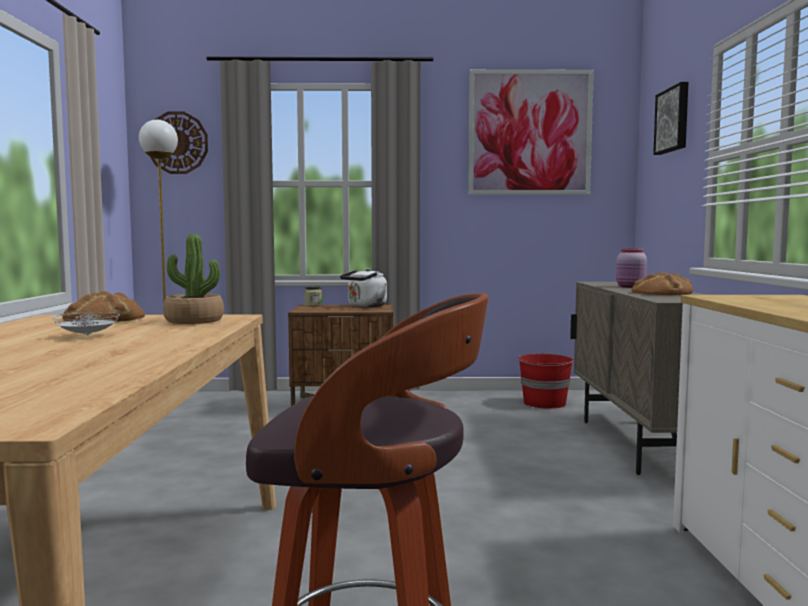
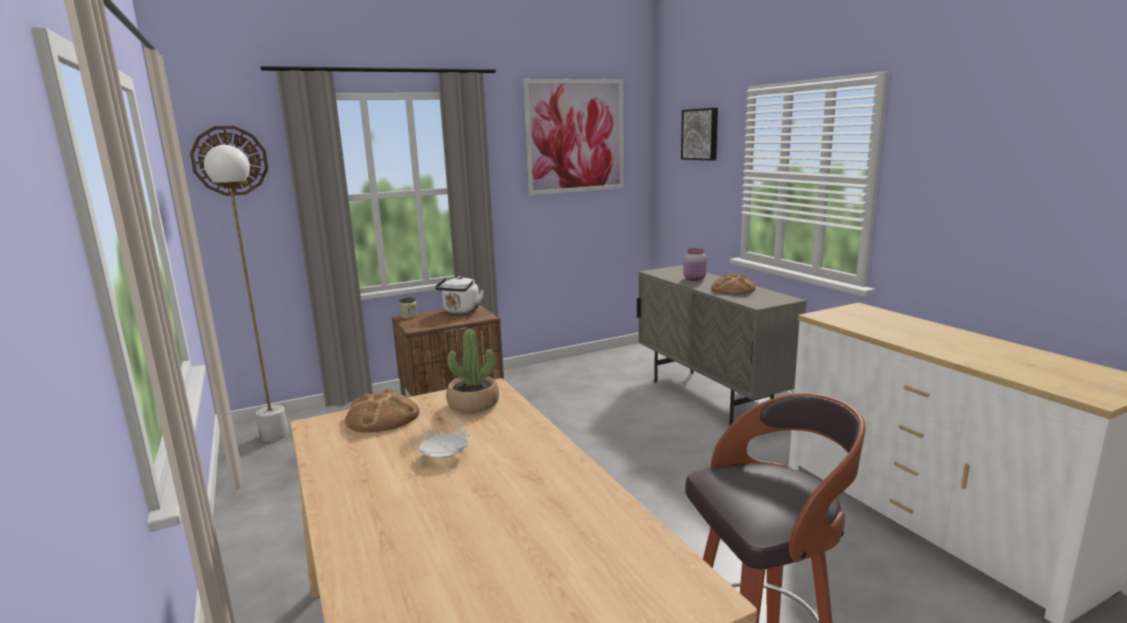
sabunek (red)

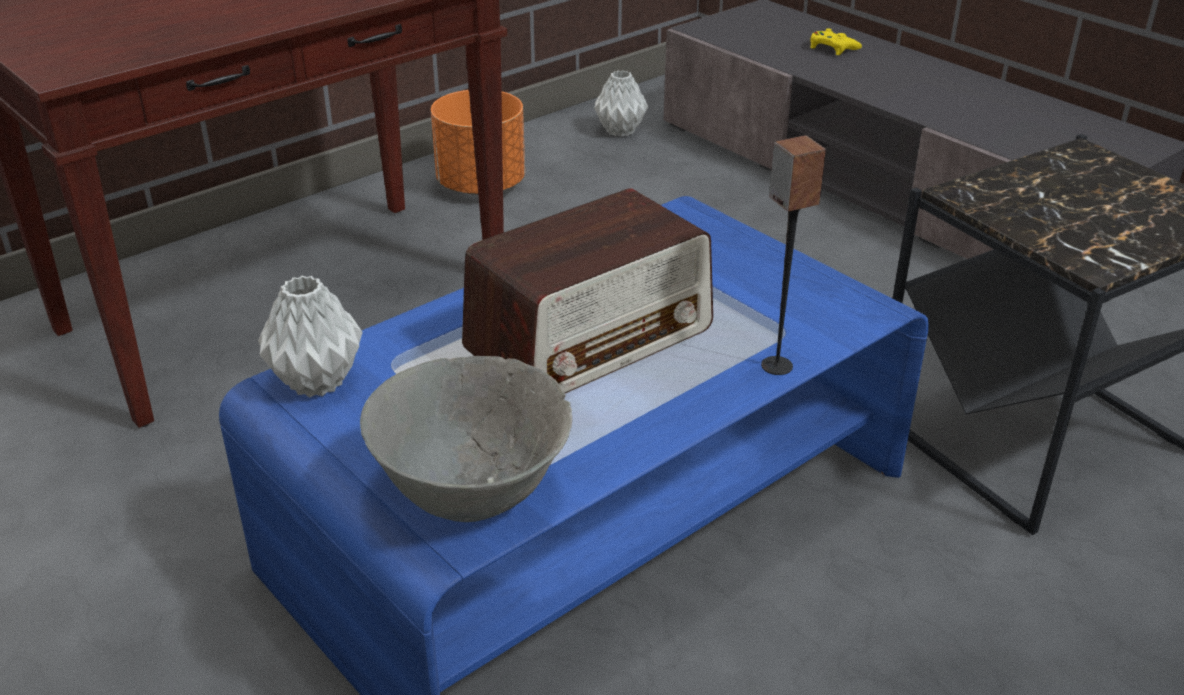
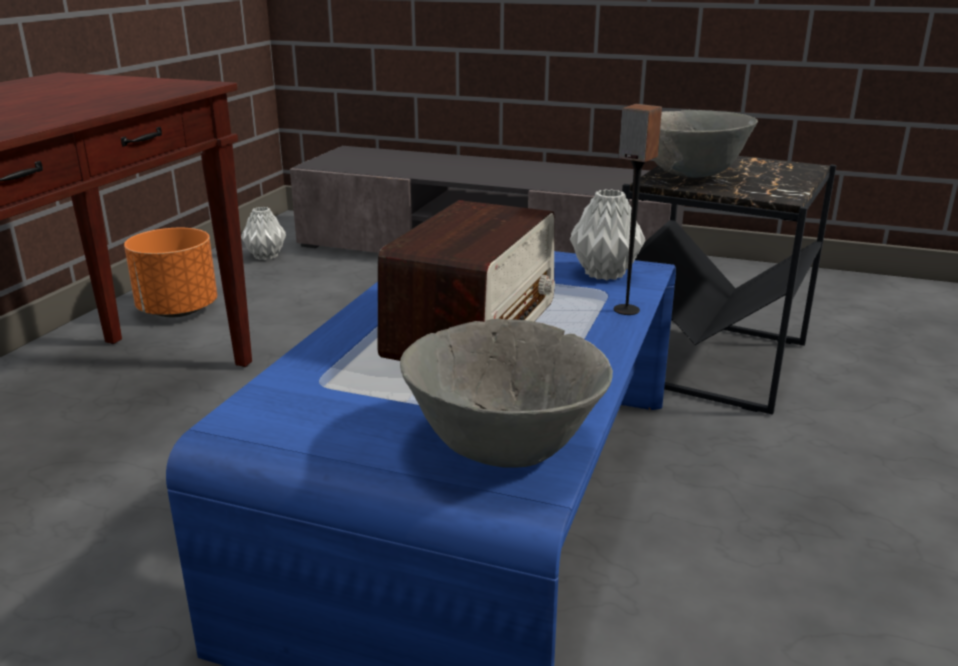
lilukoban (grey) (no. 2 from left)
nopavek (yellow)
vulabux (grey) (no. 2 from left)

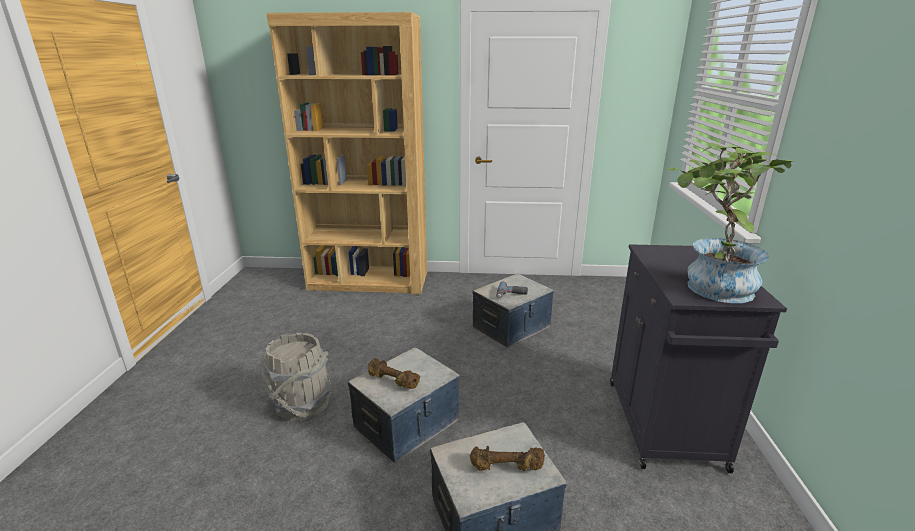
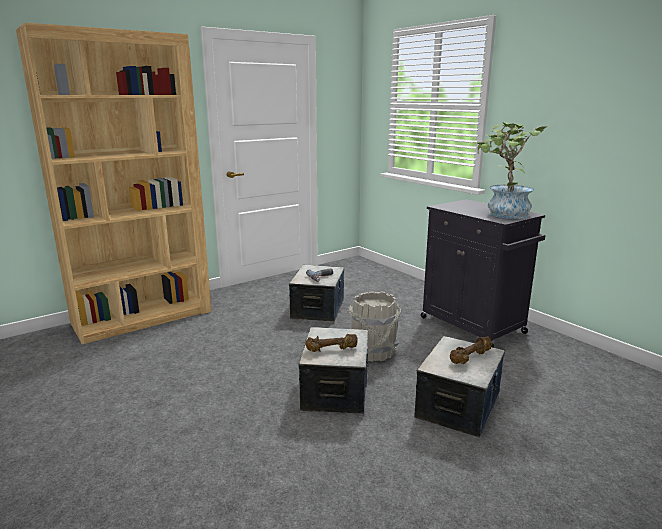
sabunek (grey)

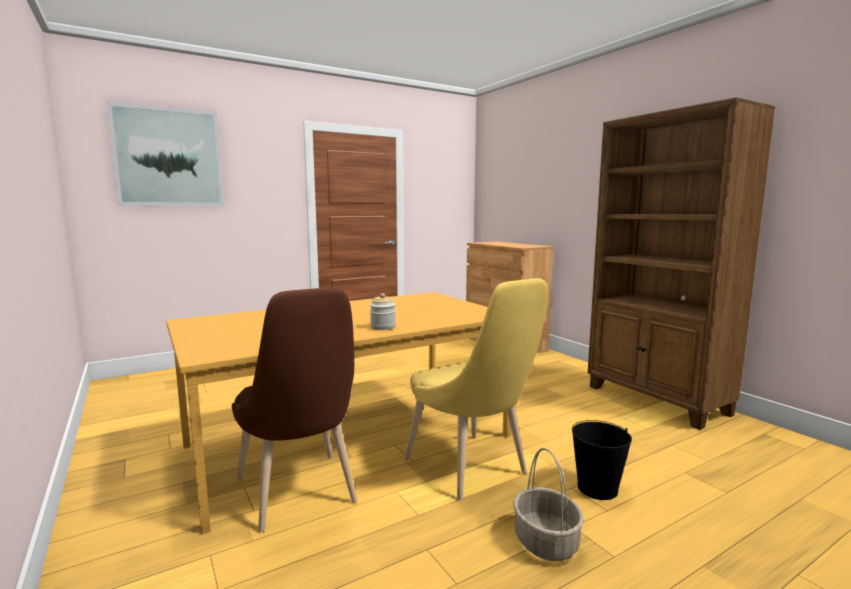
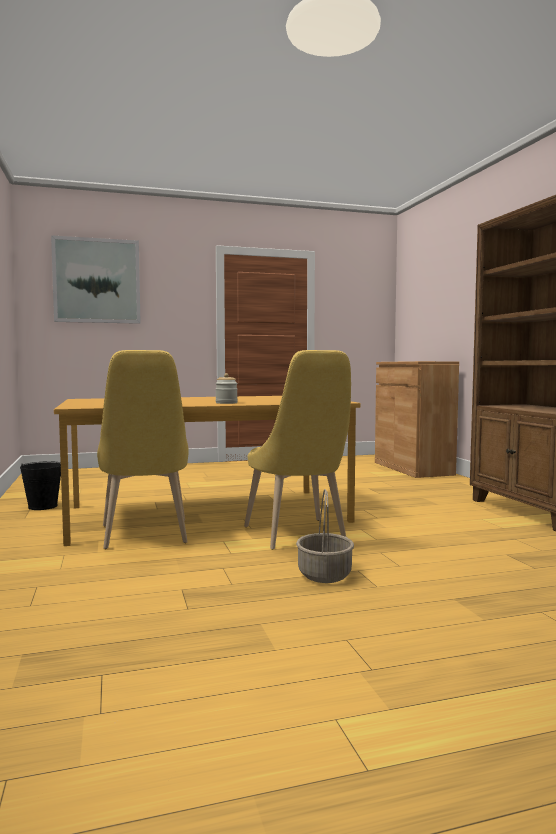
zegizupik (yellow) (no. 1 from left)
sabunek (black)

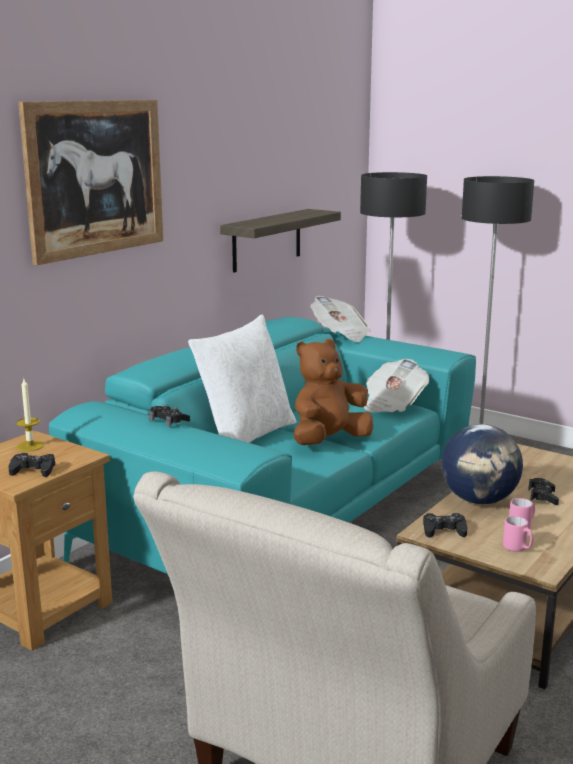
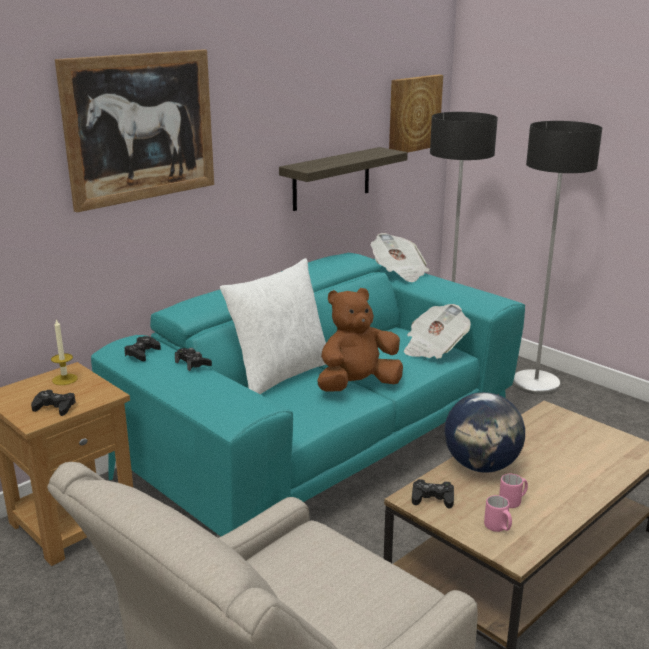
nopavek (black) (no. 2 from left)
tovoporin (no. 2 from left)

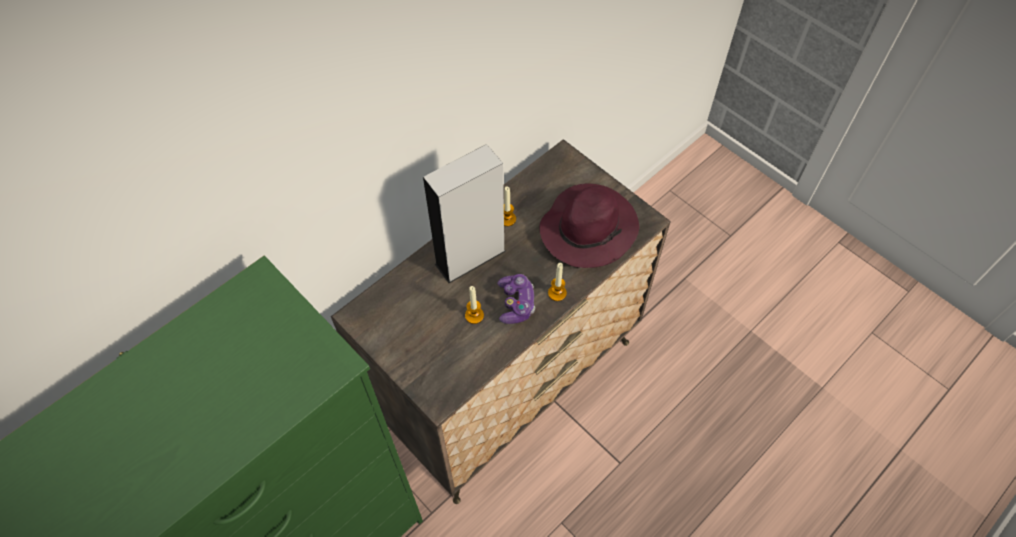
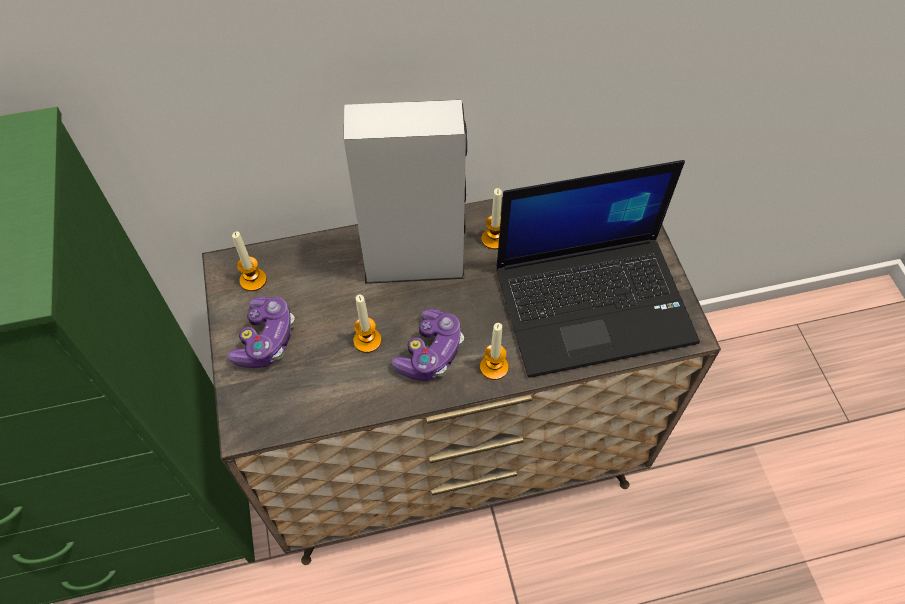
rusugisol
nopavek (no. 1 from left)
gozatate (no. 1 from left)

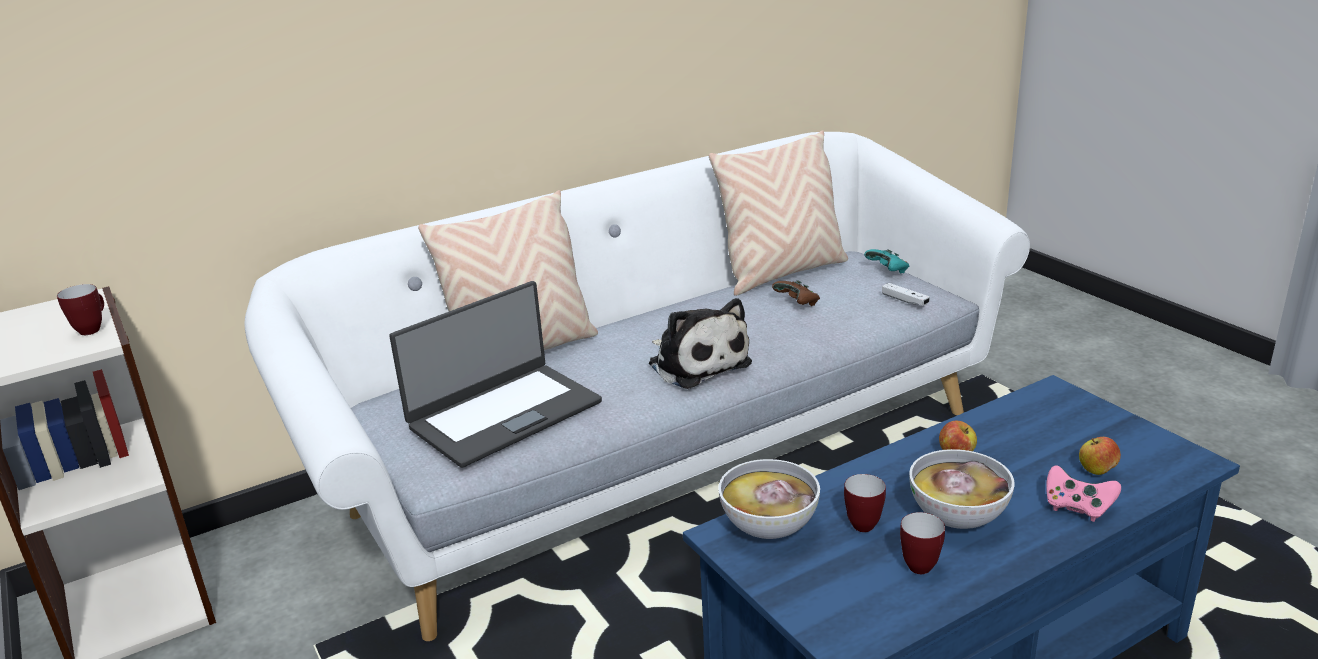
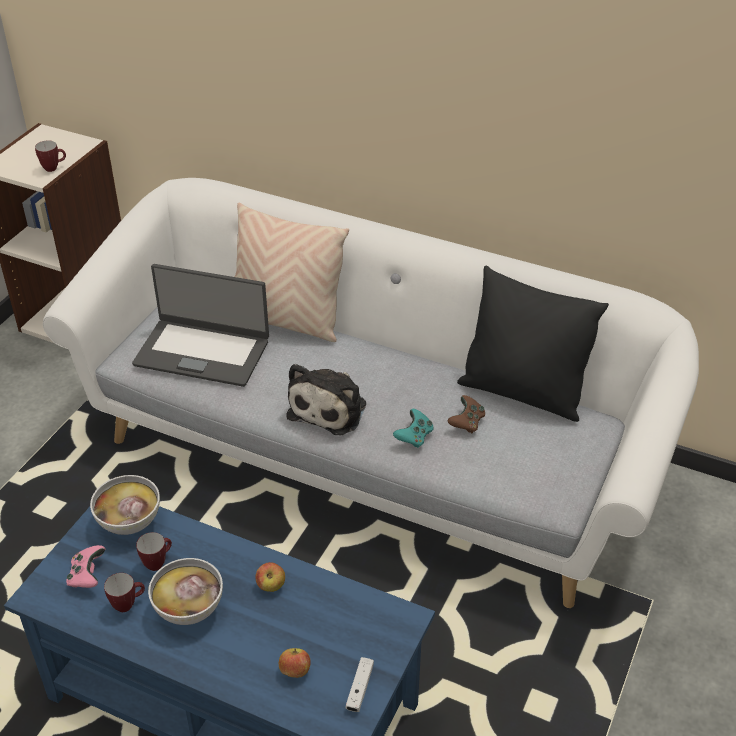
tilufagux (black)
nopavek (turquoise)
nopavek (white)
nopavek (pink)

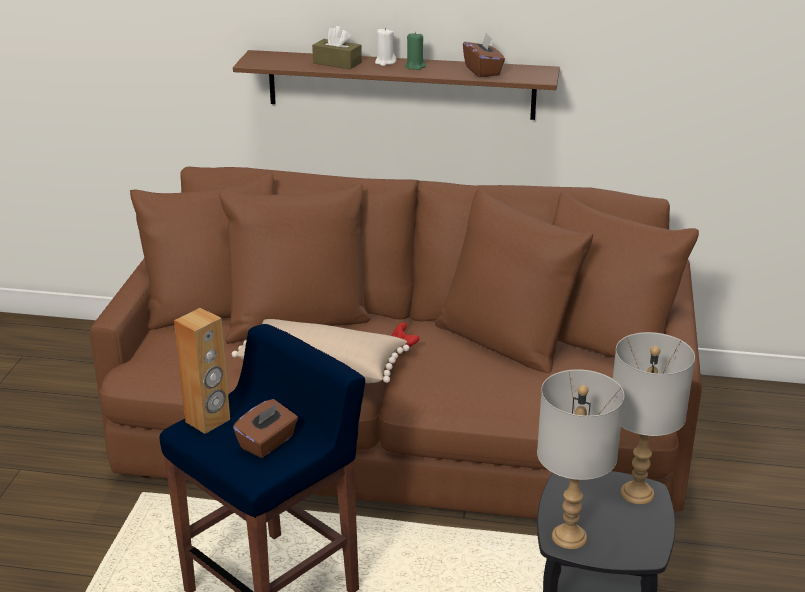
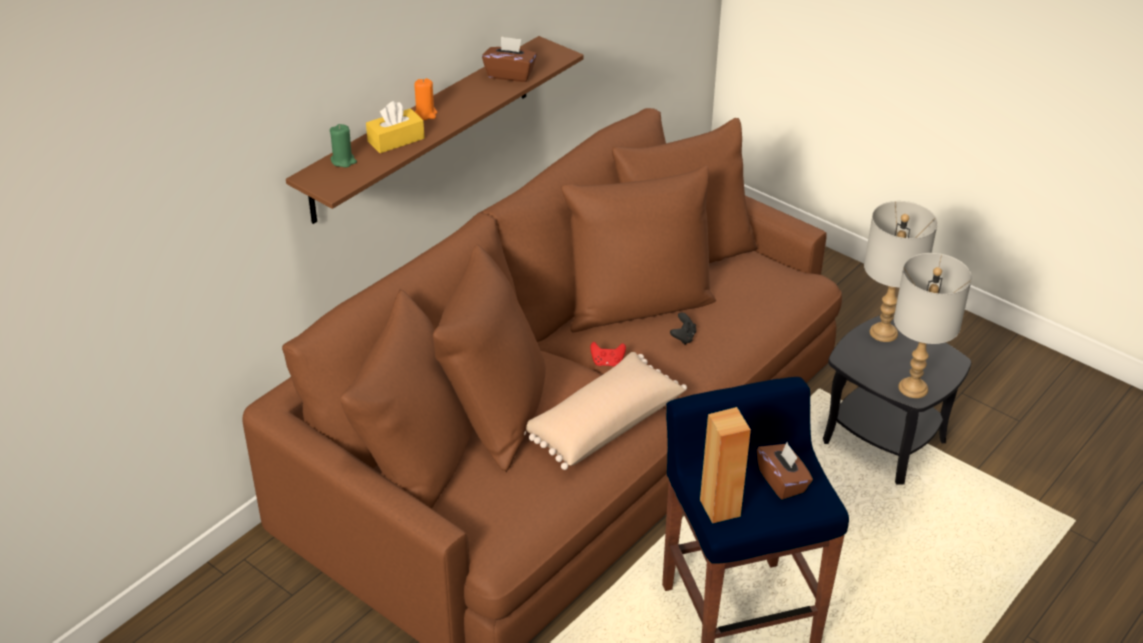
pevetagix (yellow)
gozatate (orange)
gozatate (green)
nopavek (black)

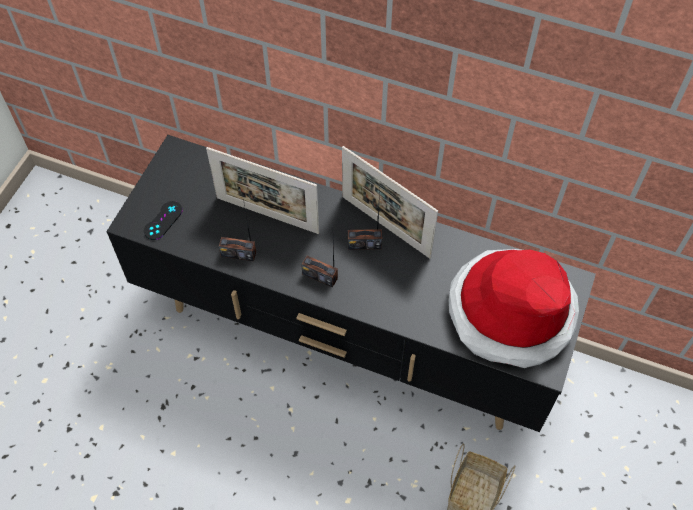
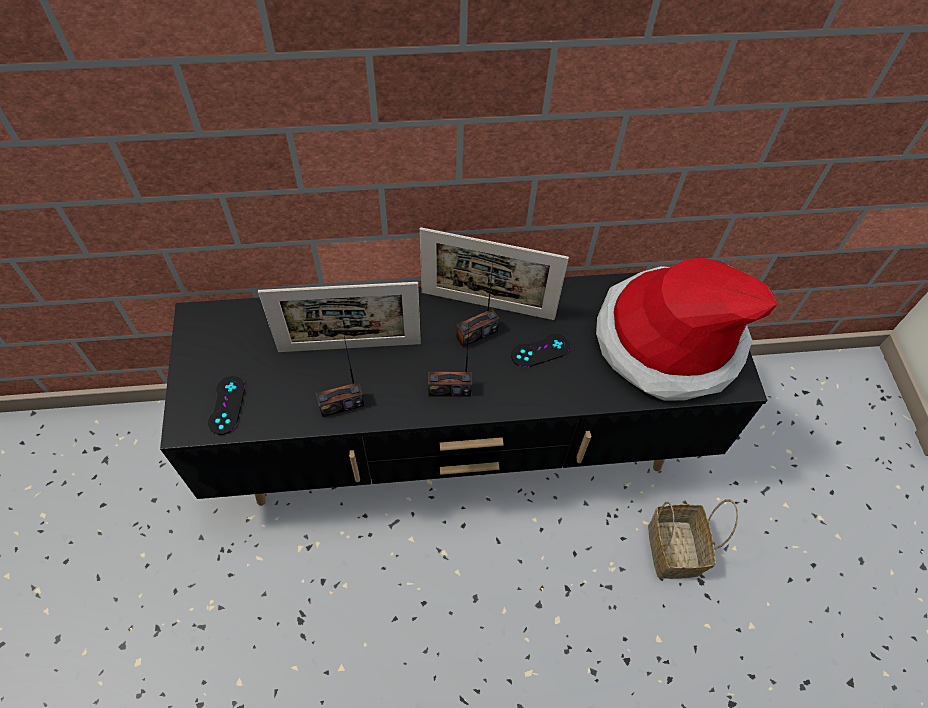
nopavek (black) (no. 2 from left)

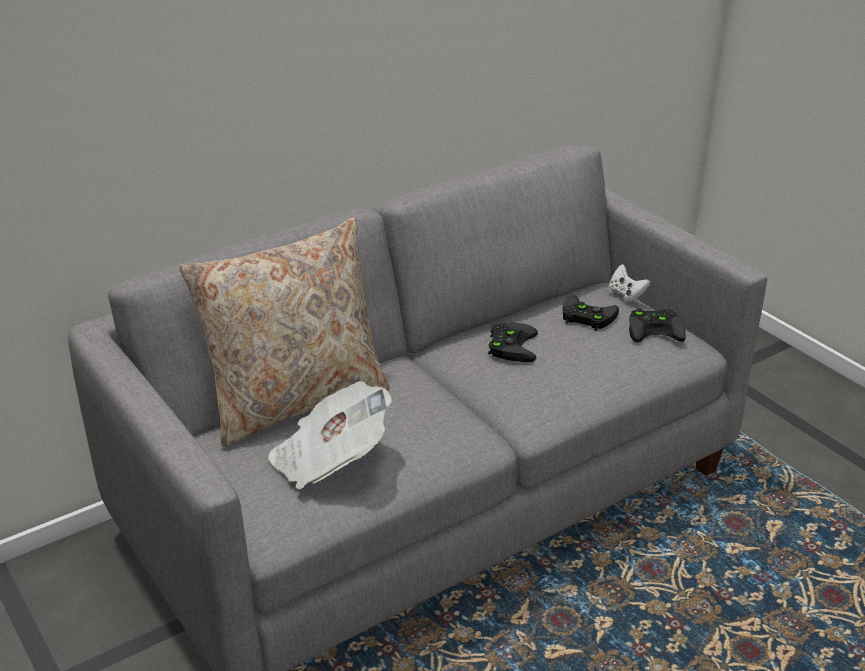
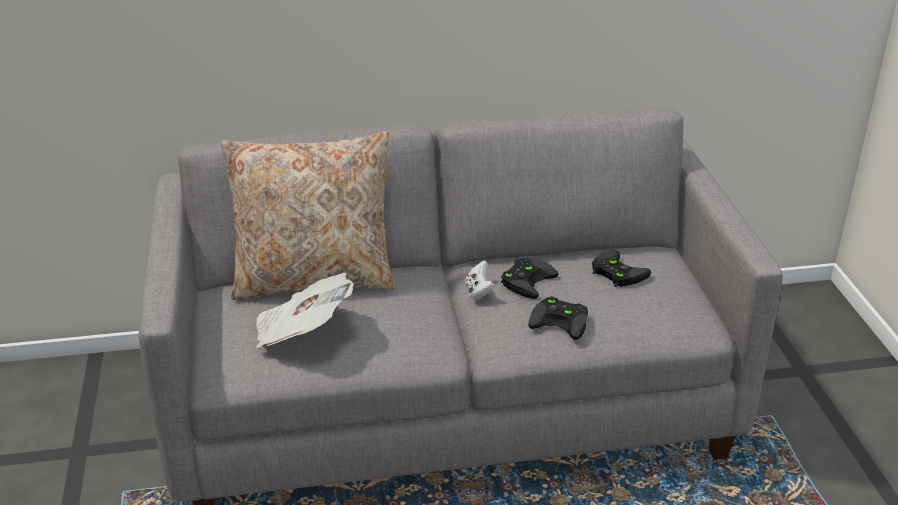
nopavek (white)
nopavek (black) (no. 2 from left)

